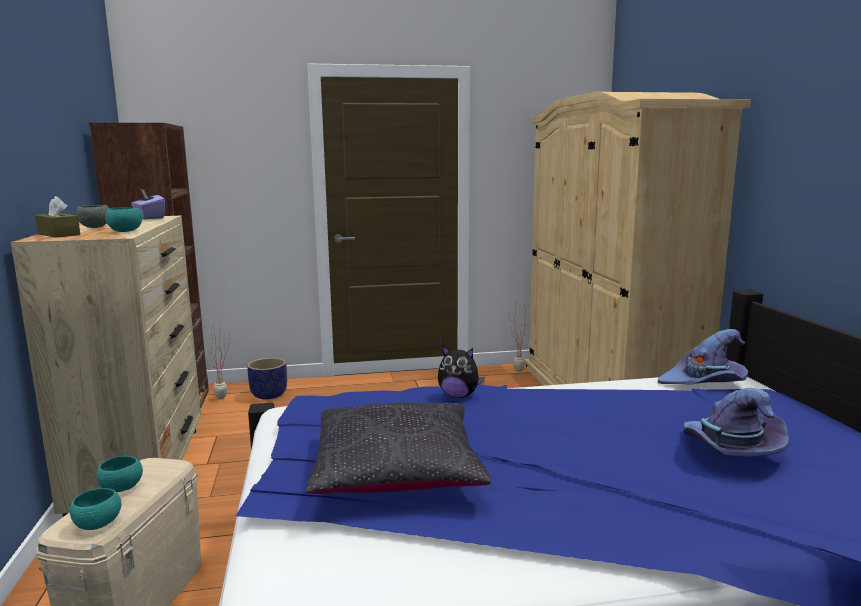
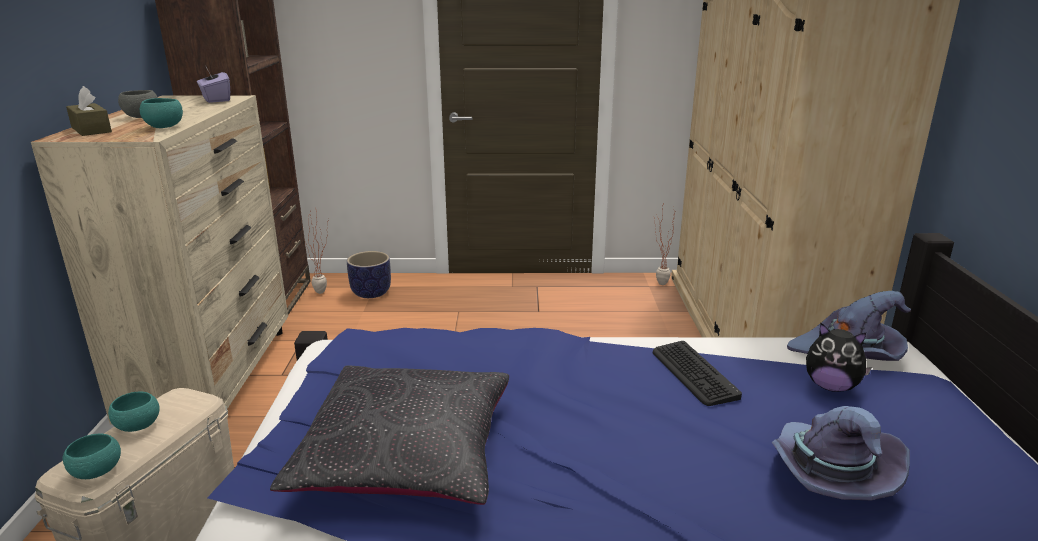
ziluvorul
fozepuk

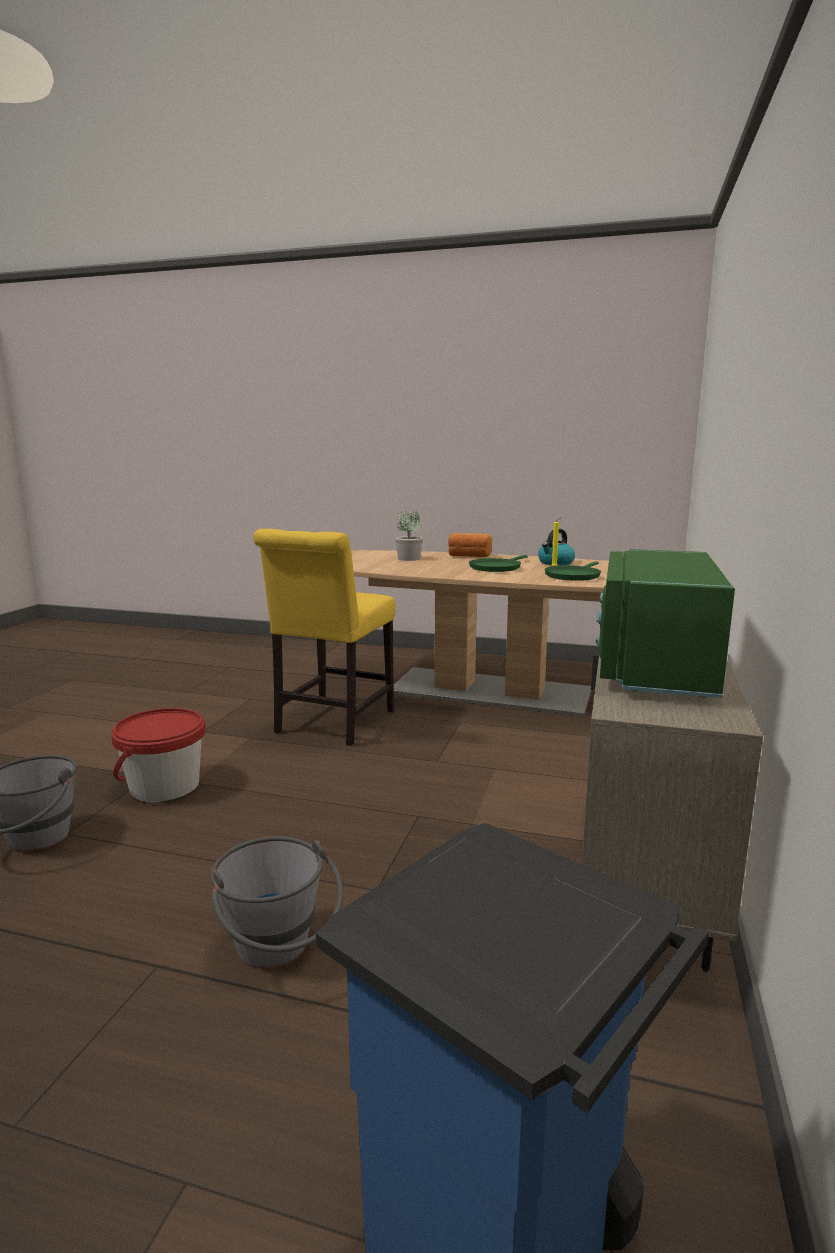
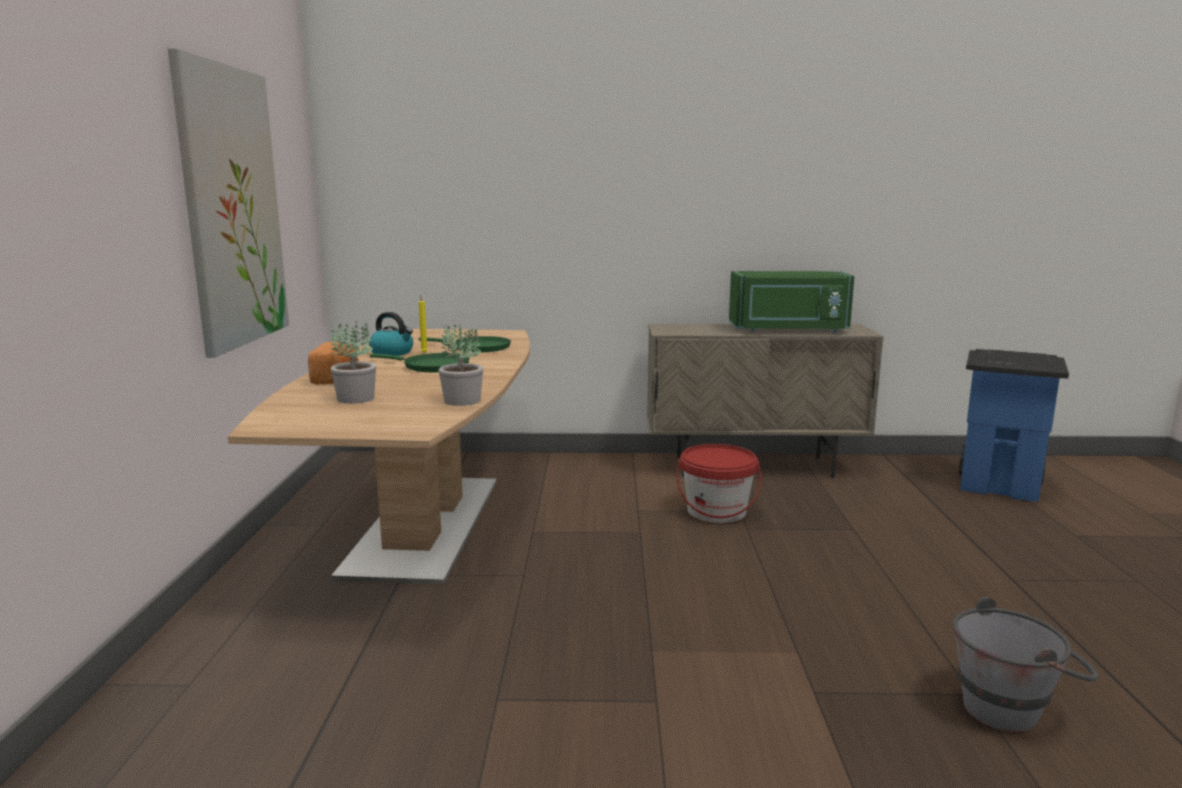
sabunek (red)
sabunek (grey) (no. 2 from left in the first image)
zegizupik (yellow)
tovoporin
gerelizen (no. 2 from left)

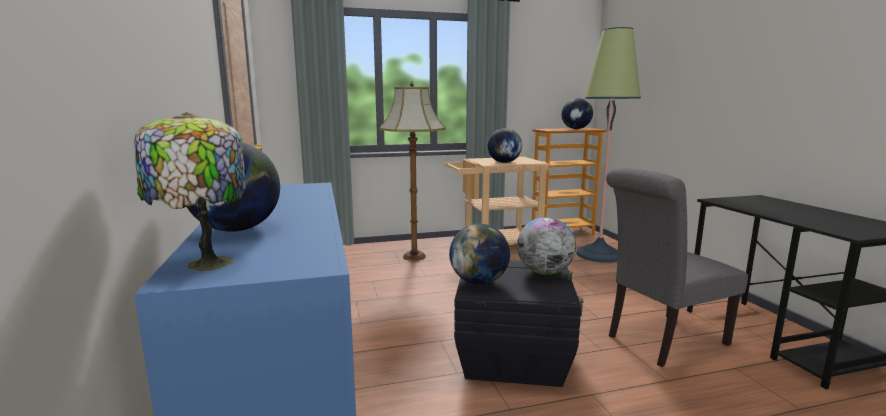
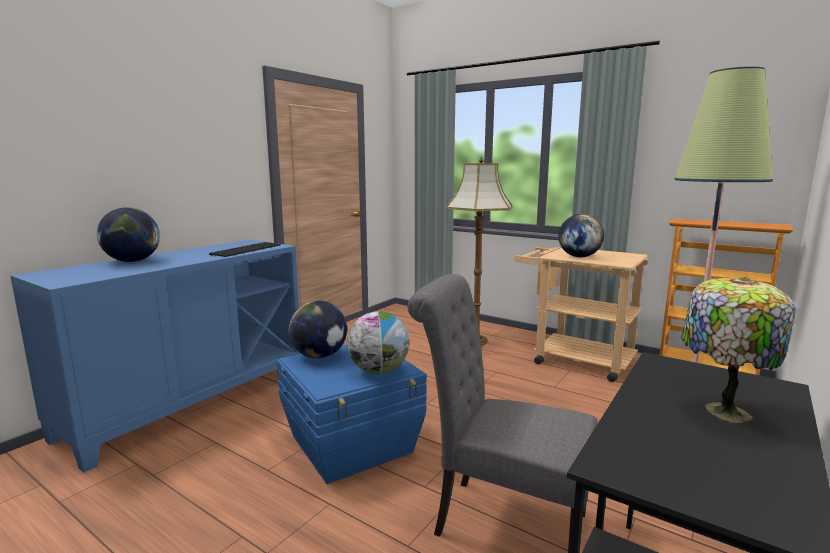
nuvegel
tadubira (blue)
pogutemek (no. 5 from left in the first image)
fozepuk

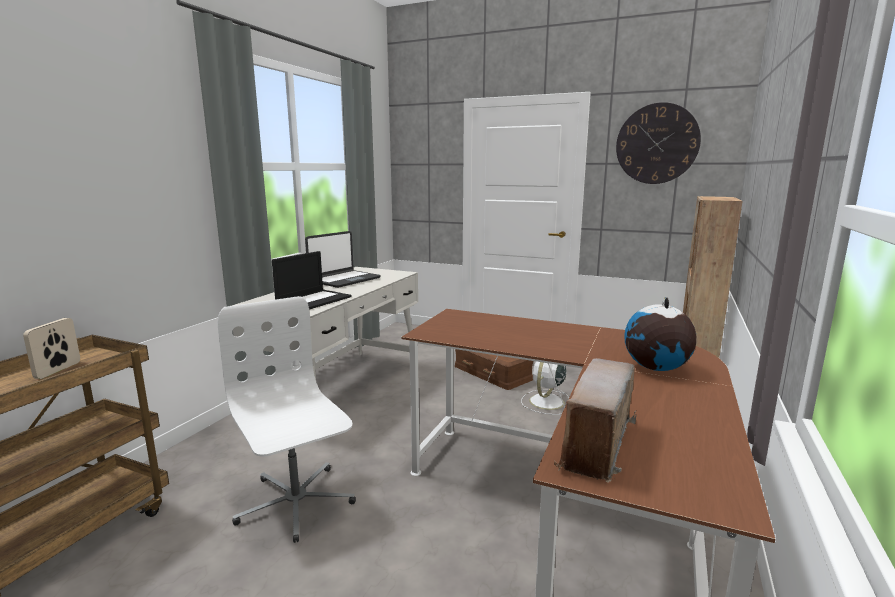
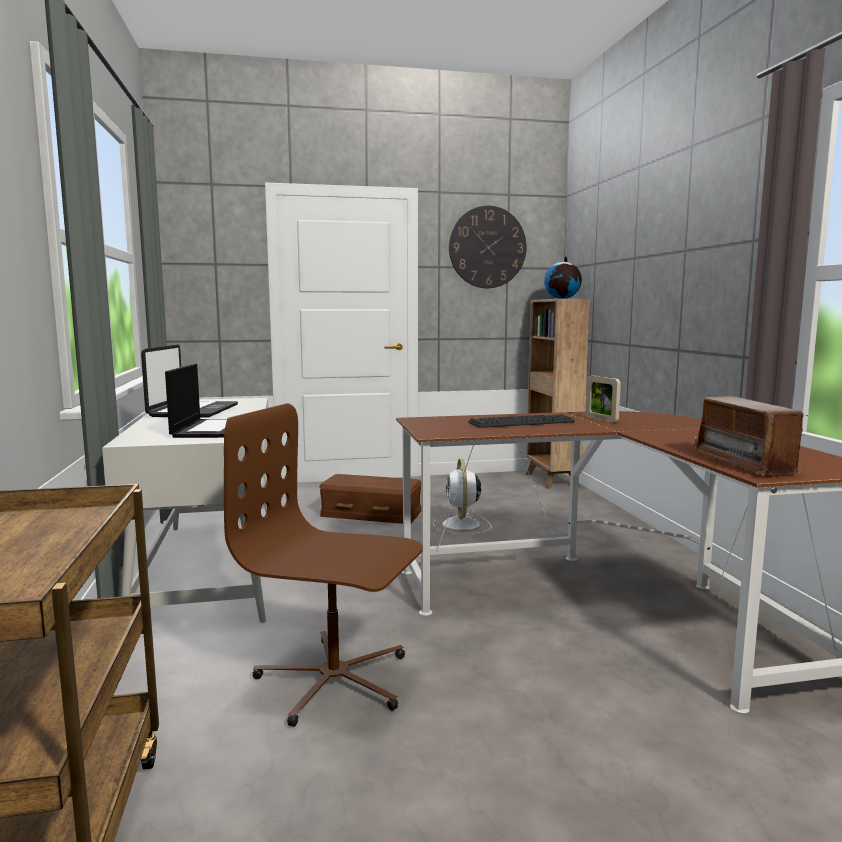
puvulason
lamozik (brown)
pogutemek
fozepuk

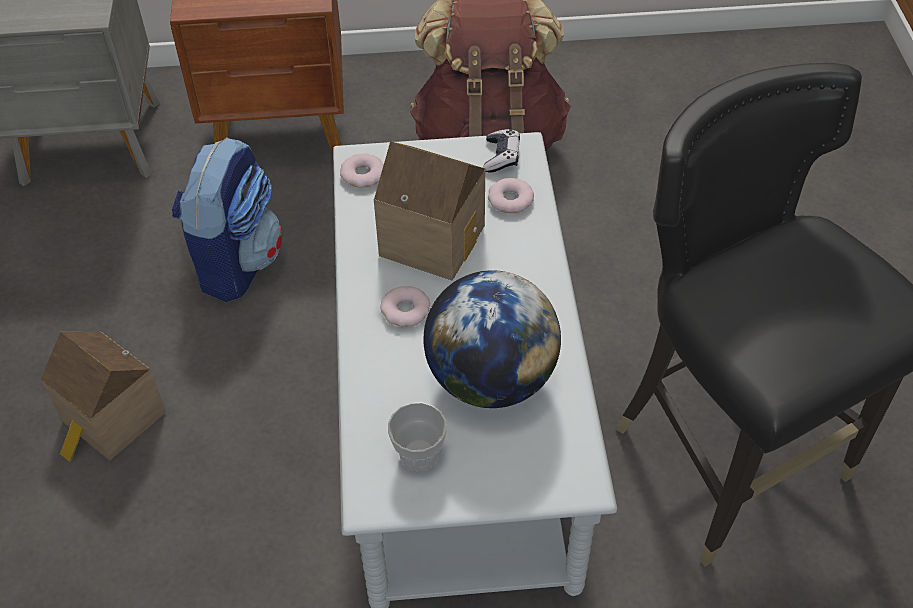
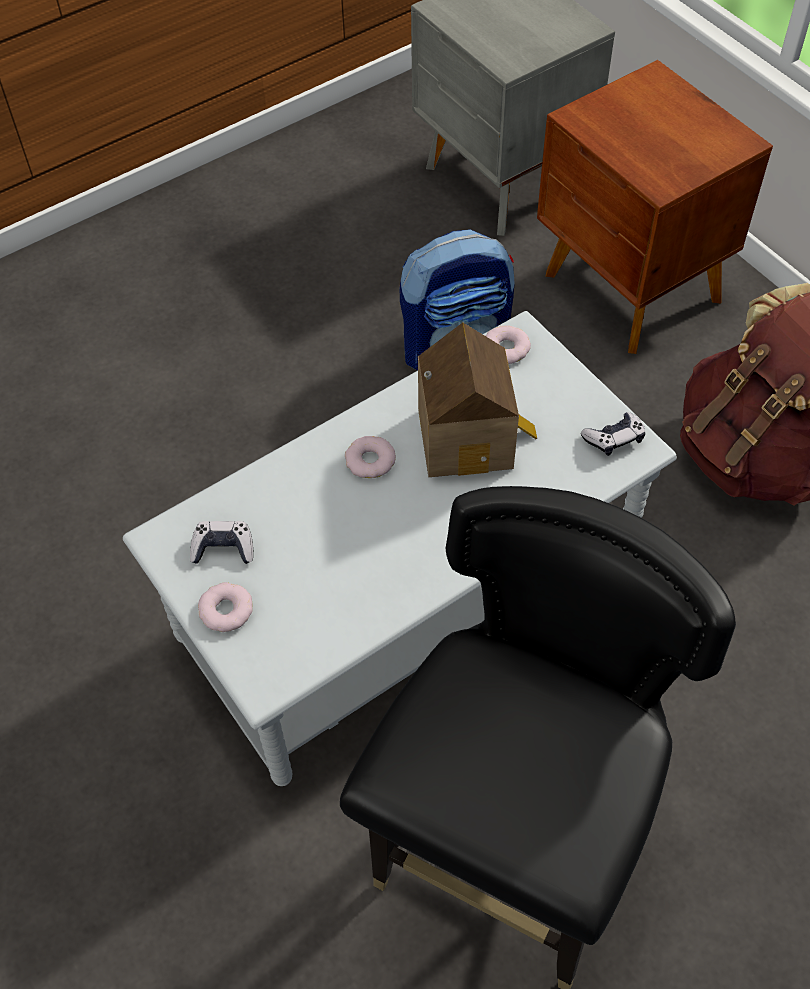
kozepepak (no. 1 from left in the first image)
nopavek (no. 1 from left)
pogutemek
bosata (no. 1 from left)

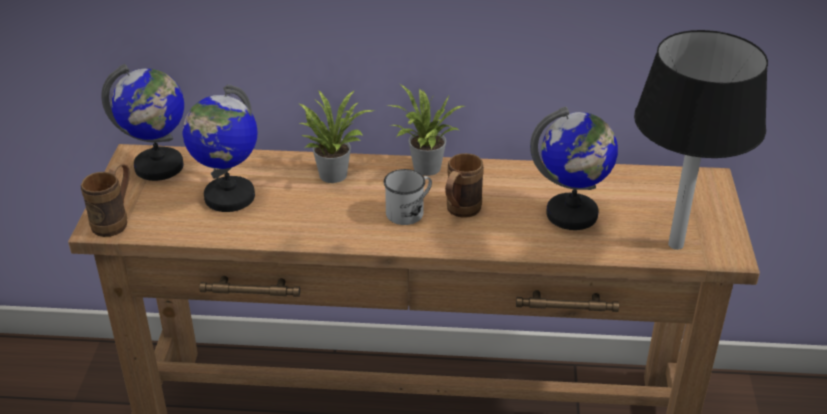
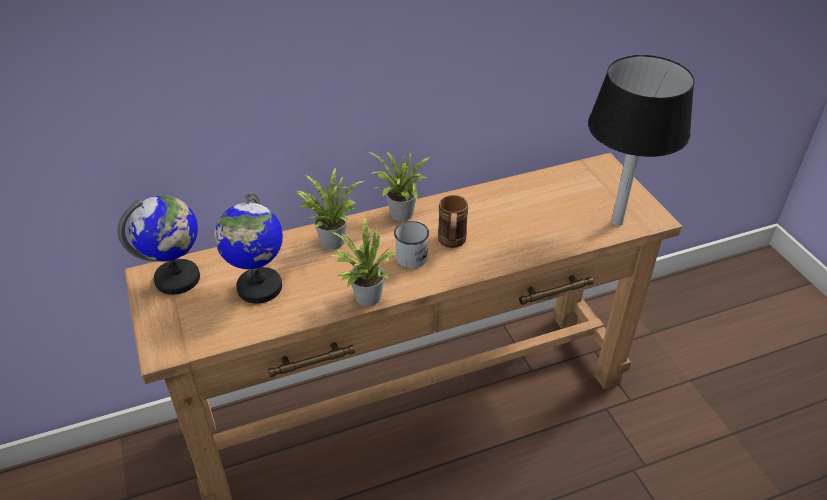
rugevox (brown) (no. 1 from left in the first image)
pogutemek (no. 3 from left in the first image)
gerelizen (no. 2 from left)

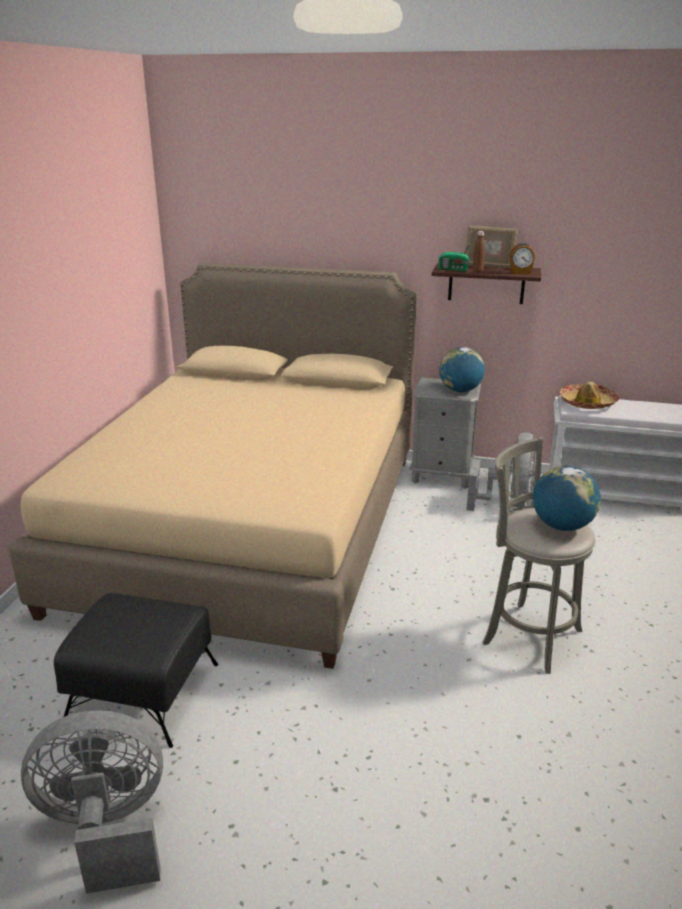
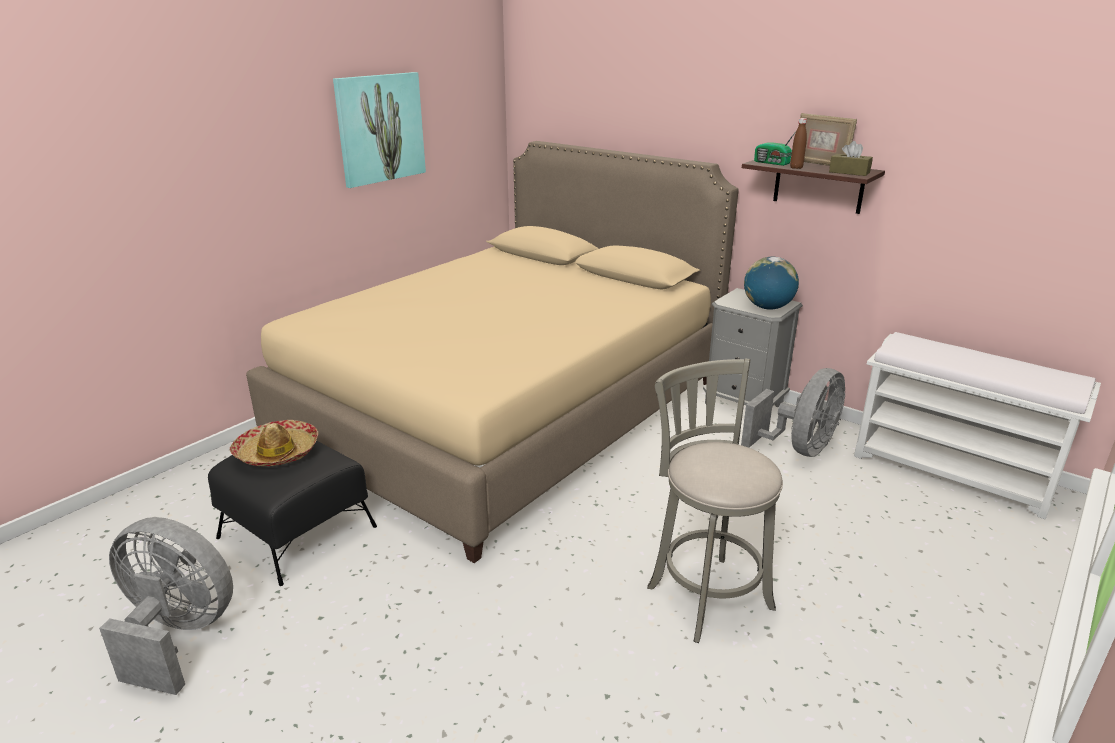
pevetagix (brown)
pogutemek (no. 2 from left in the first image)
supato
tovoporin

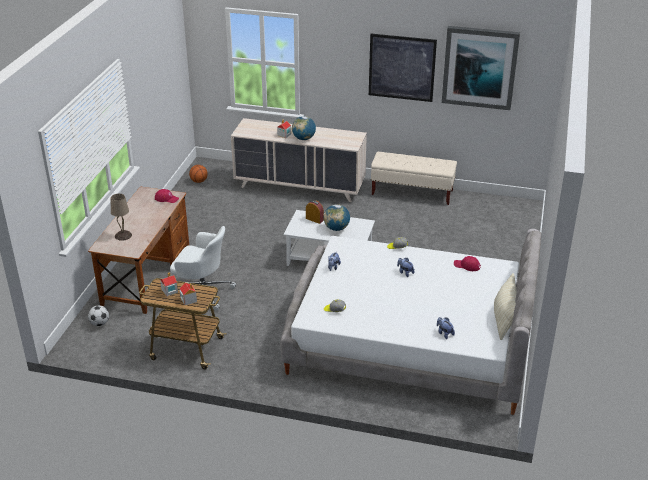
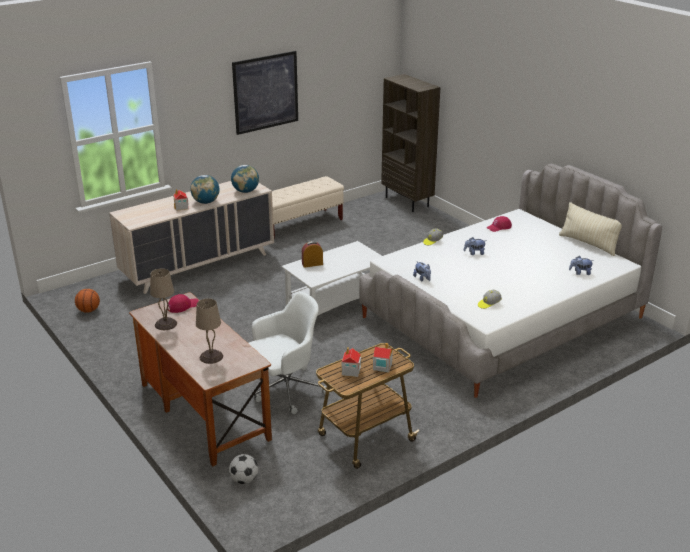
pogutemek (no. 2 from left)
tovoporin (no. 2 from left in the first image)
nuvegel (beige) (no. 1 from left)
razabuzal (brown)

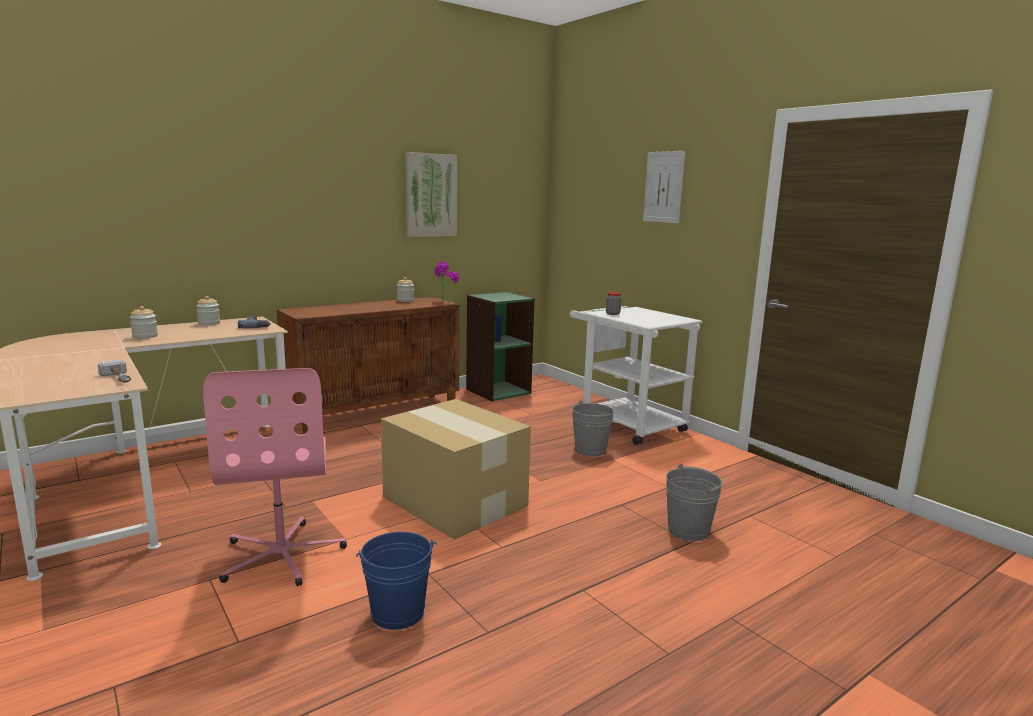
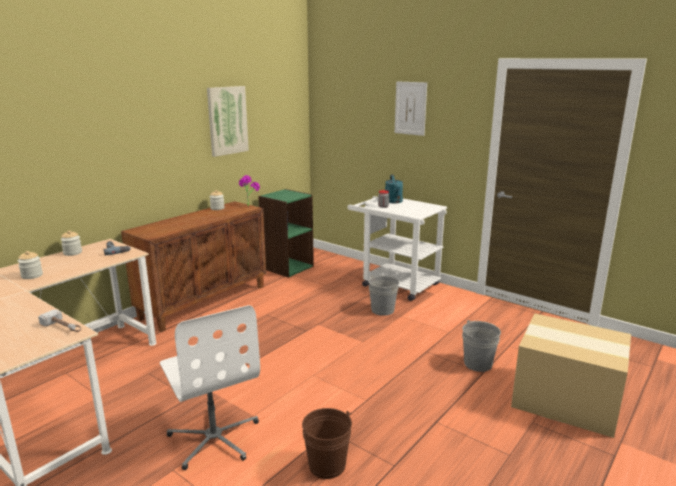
lamozik (white)
sabunek (brown)
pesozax
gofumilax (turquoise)

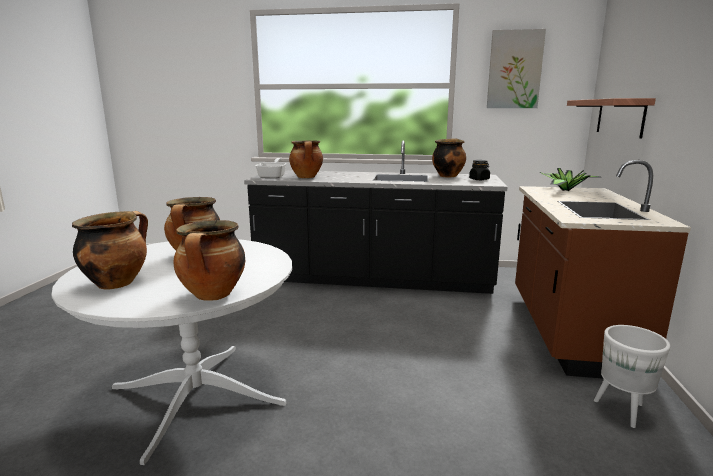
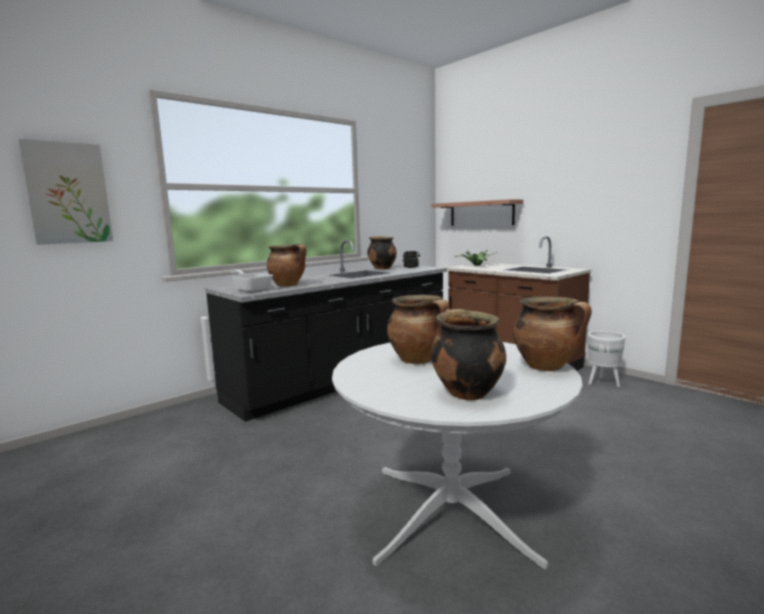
tovoporin

